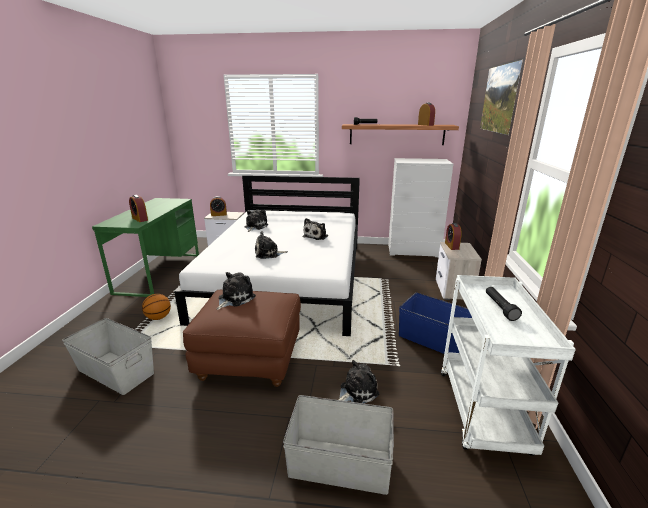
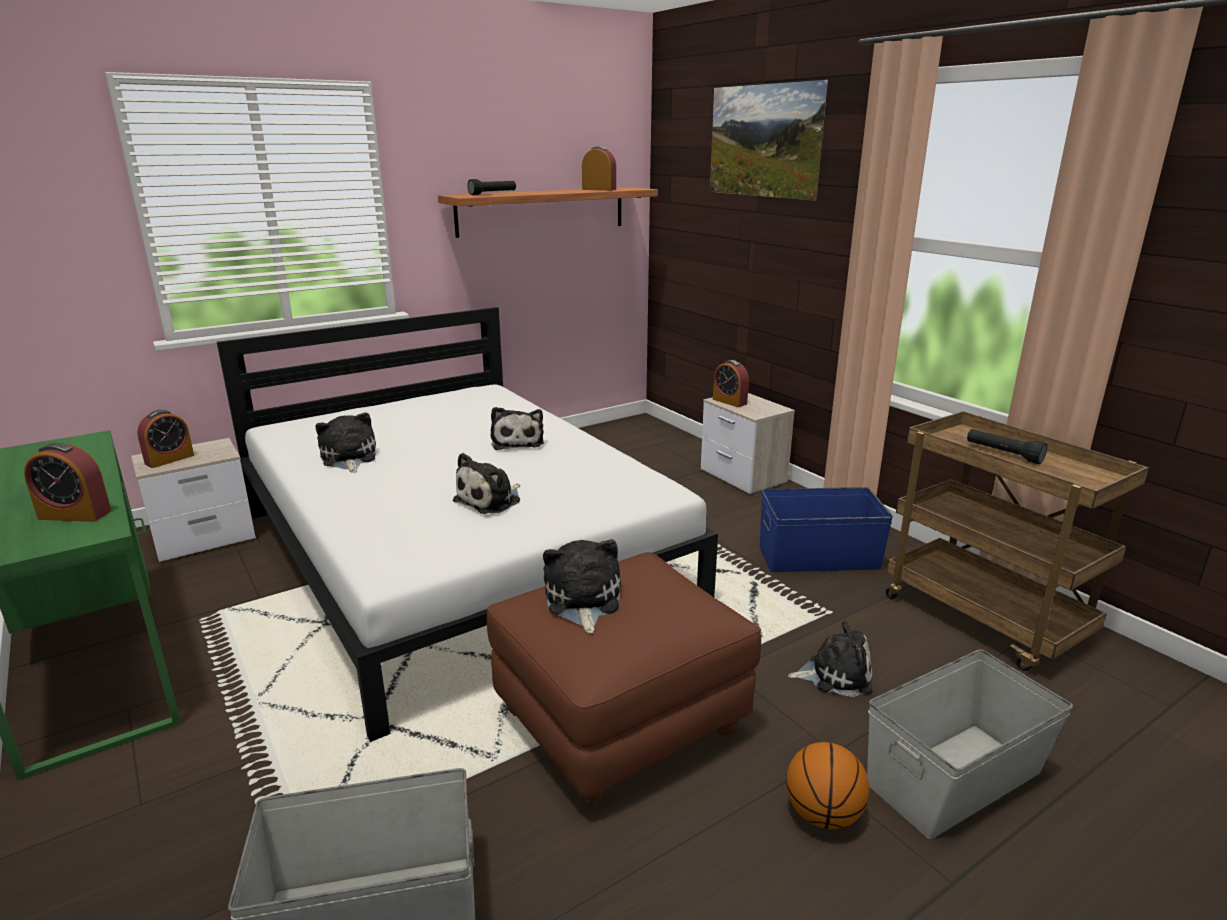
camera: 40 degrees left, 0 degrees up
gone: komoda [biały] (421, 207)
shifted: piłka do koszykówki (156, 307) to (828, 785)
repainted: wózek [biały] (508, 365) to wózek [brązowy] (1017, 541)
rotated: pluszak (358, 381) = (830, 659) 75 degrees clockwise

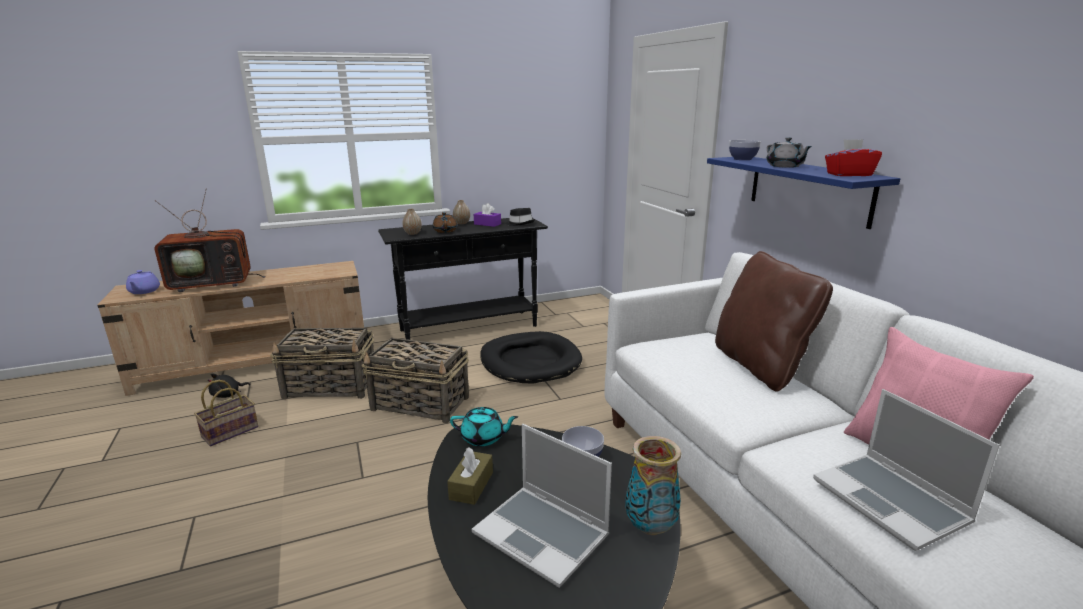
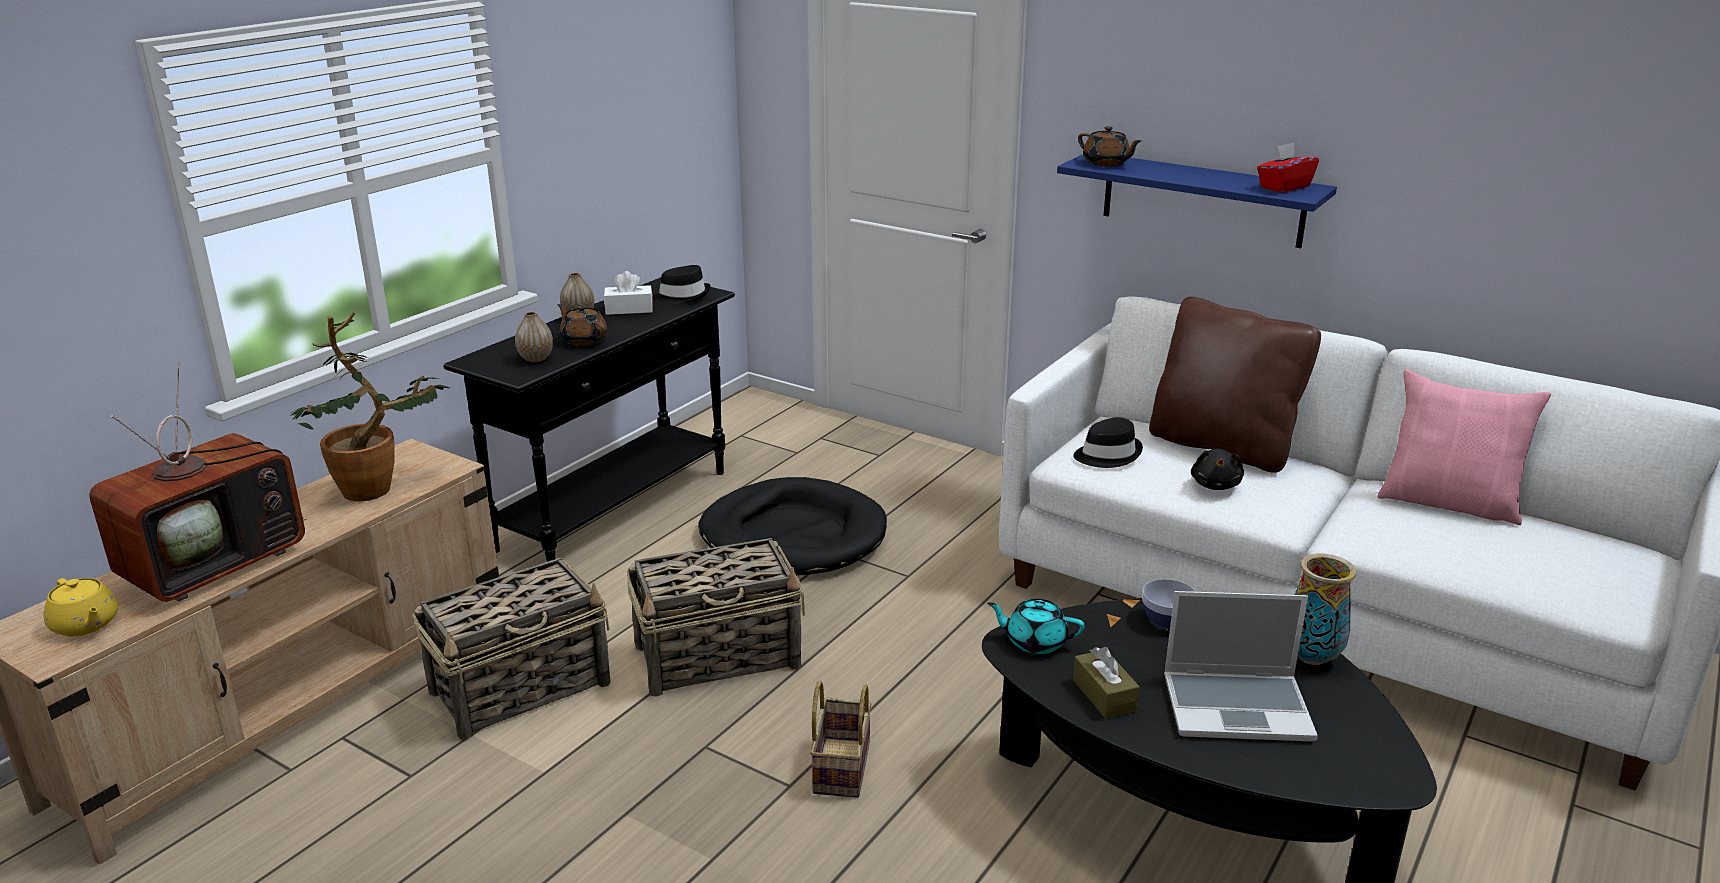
camera: 35 degrees left, 5 degrees up
gone: imbryk [szary] (789, 152); laptop (906, 470)
new: roślina doniczkowa (370, 406); kapelusz [czarny] (1108, 442)
shifted: koszyk (226, 413) to (841, 739); pluszak [czarny] (229, 385) to (1217, 469)
swapped: miska (745, 150) to imbryk [brązowy] (1109, 146)
repainted: imbryk [fioletowy] (143, 282) to imbryk [żółty] (81, 607); pudełko chusteczek [fioletowy] (487, 215) to pudełko chusteczek [biały] (628, 293)
rotated: imbryk [turkusowy] (484, 426) = (1036, 626) 135 degrees counterclockwise

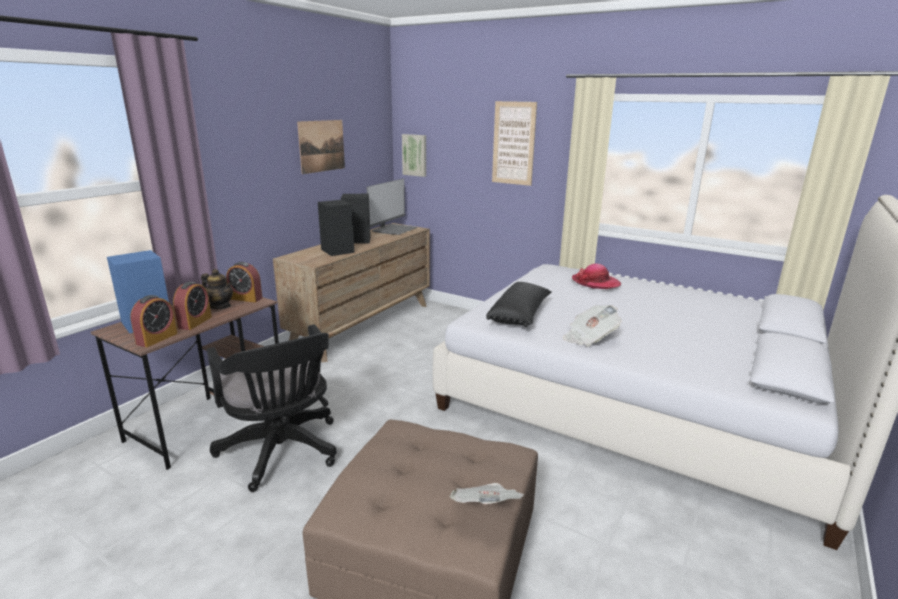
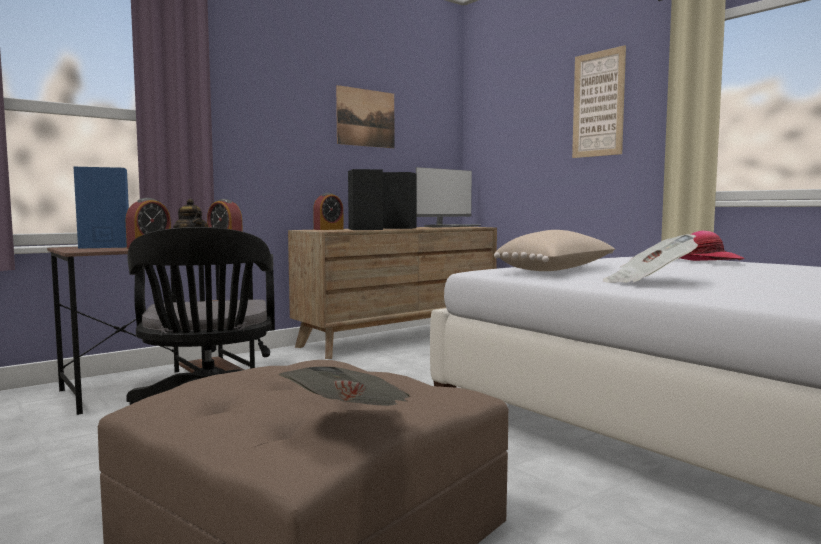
camera: 20 degrees right, 15 degrees down
gone: obraz (414, 155)
shifted: budzik (154, 321) to (328, 211)
repainted: poduszka [czarny] (518, 304) to poduszka [beżowy] (554, 250)

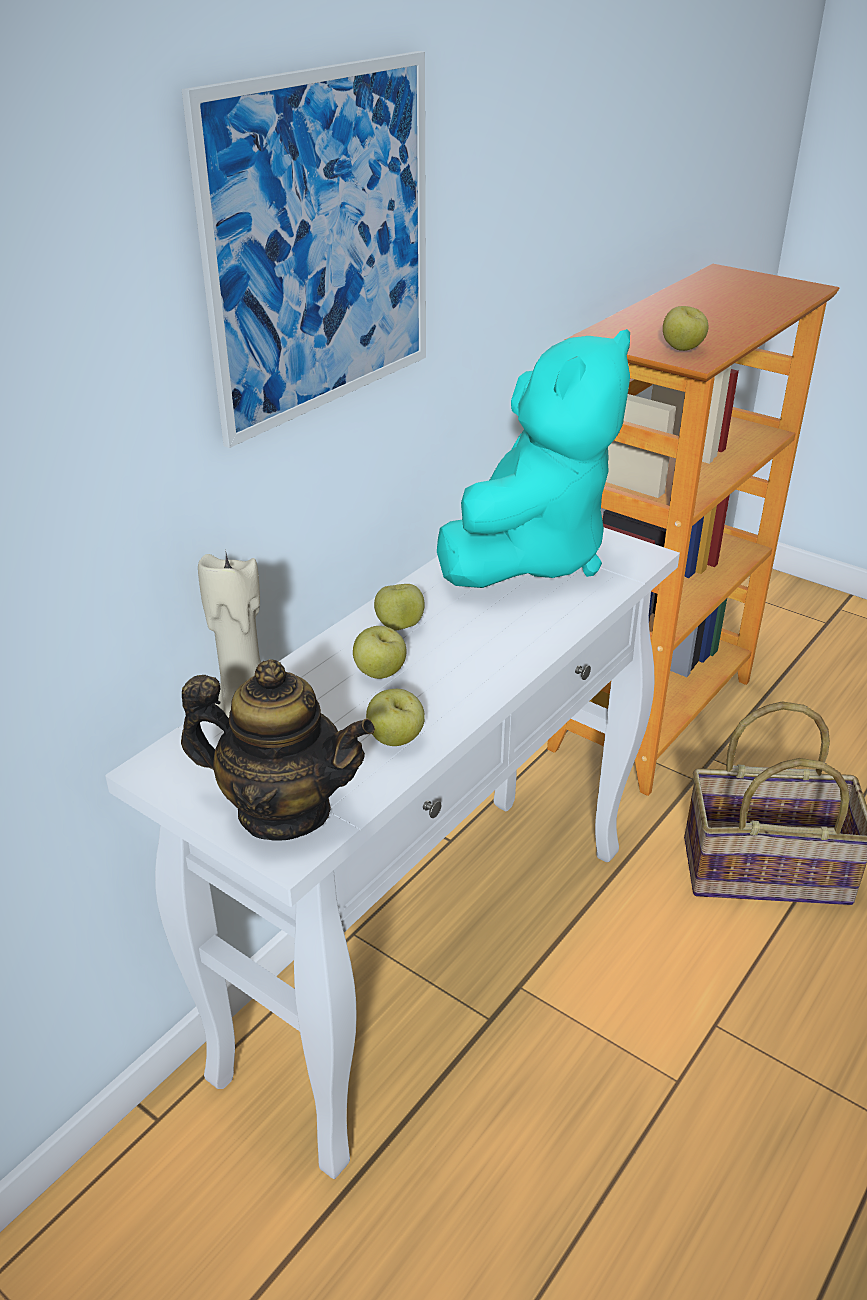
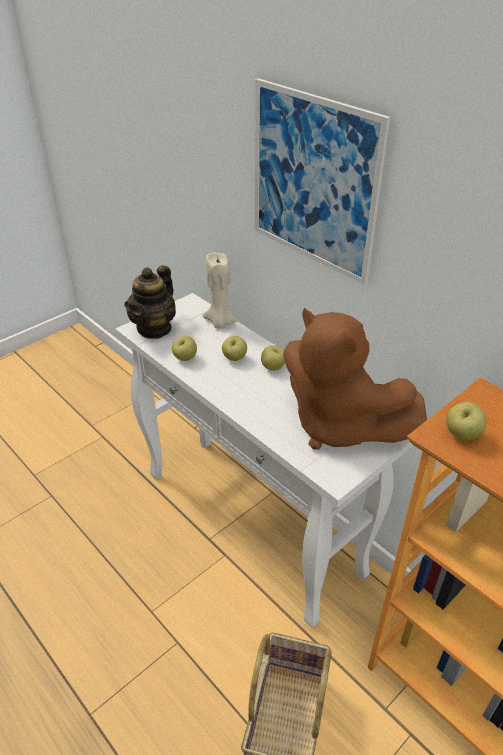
camera: 100 degrees right, 5 degrees up
repainted: pluszak [turkusowy] (533, 458) to pluszak [brązowy] (355, 379)

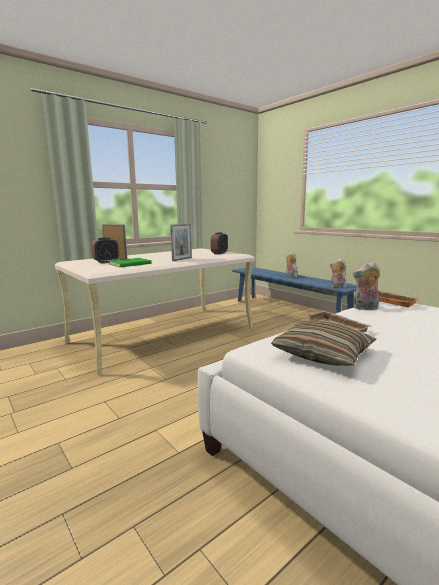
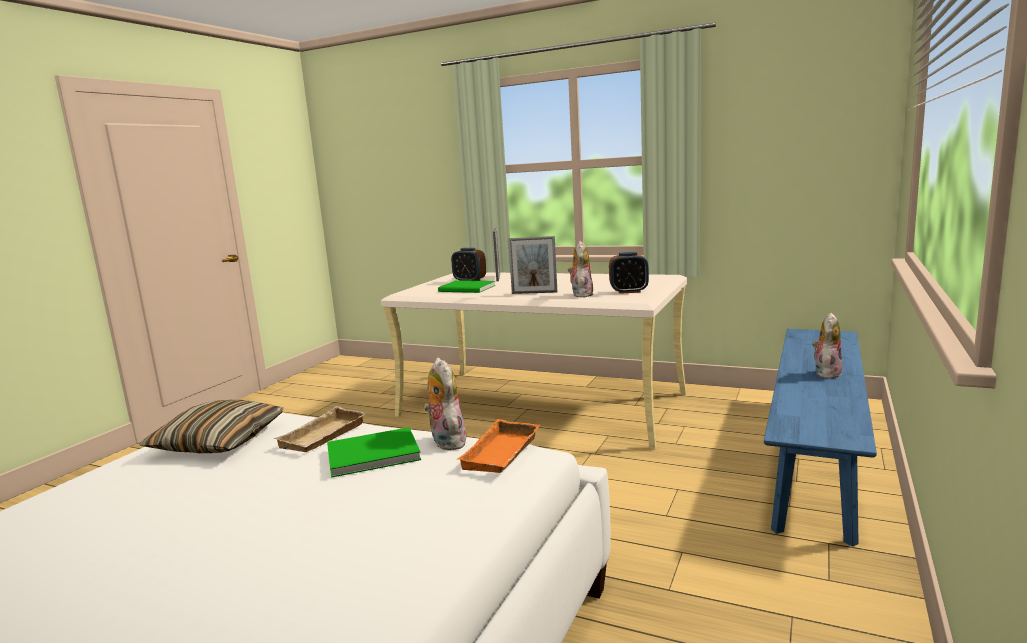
camera: 65 degrees right, 0 degrees up
new: książka [zielony] (374, 452)
shifted: pluszak (338, 273) to (581, 269)

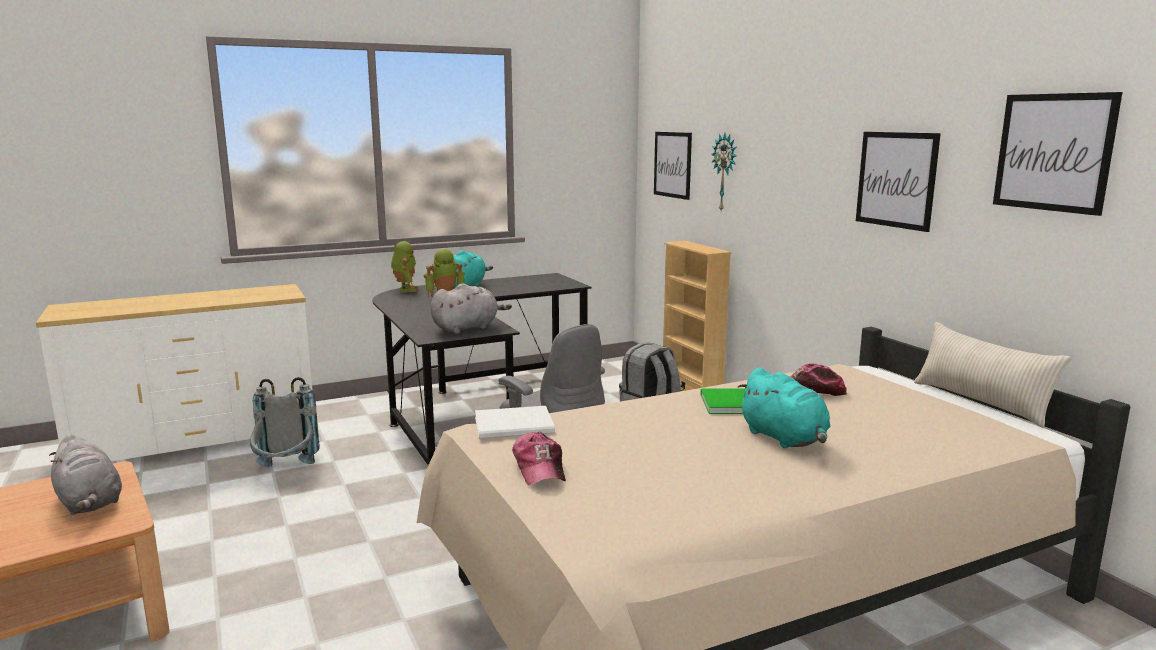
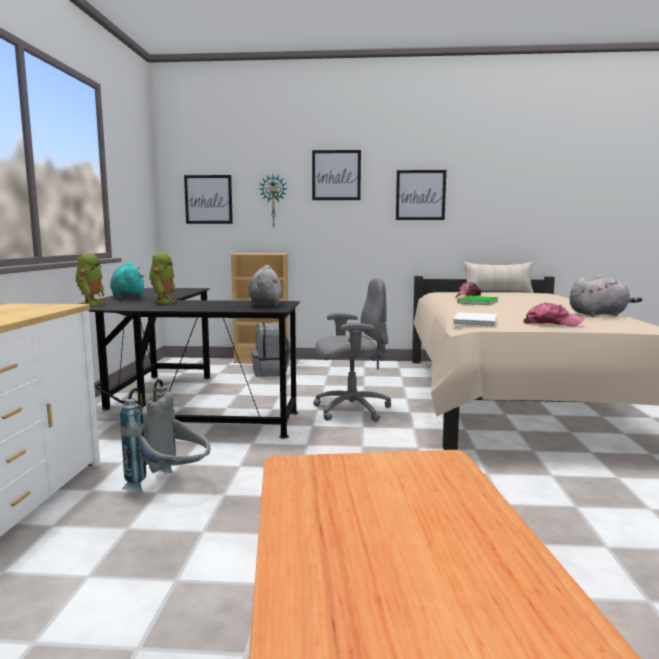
camera: 60 degrees left, 5 degrees down
gone: pluszak [turkusowy] (784, 407)
shifted: pluszak [szary] (85, 474) to (606, 296); obraz (1058, 154) to (336, 175)
rotated: robot zabawkowy (405, 267) = (91, 279) 75 degrees clockwise

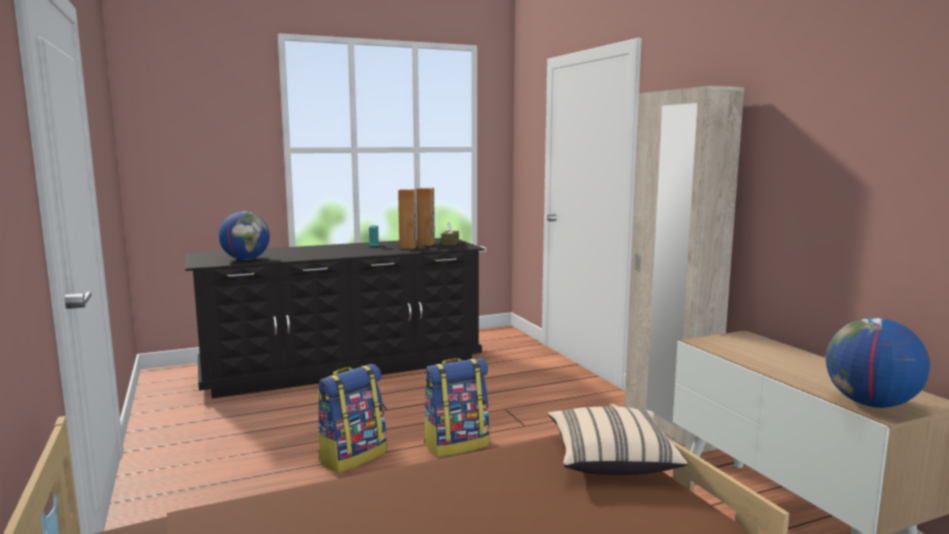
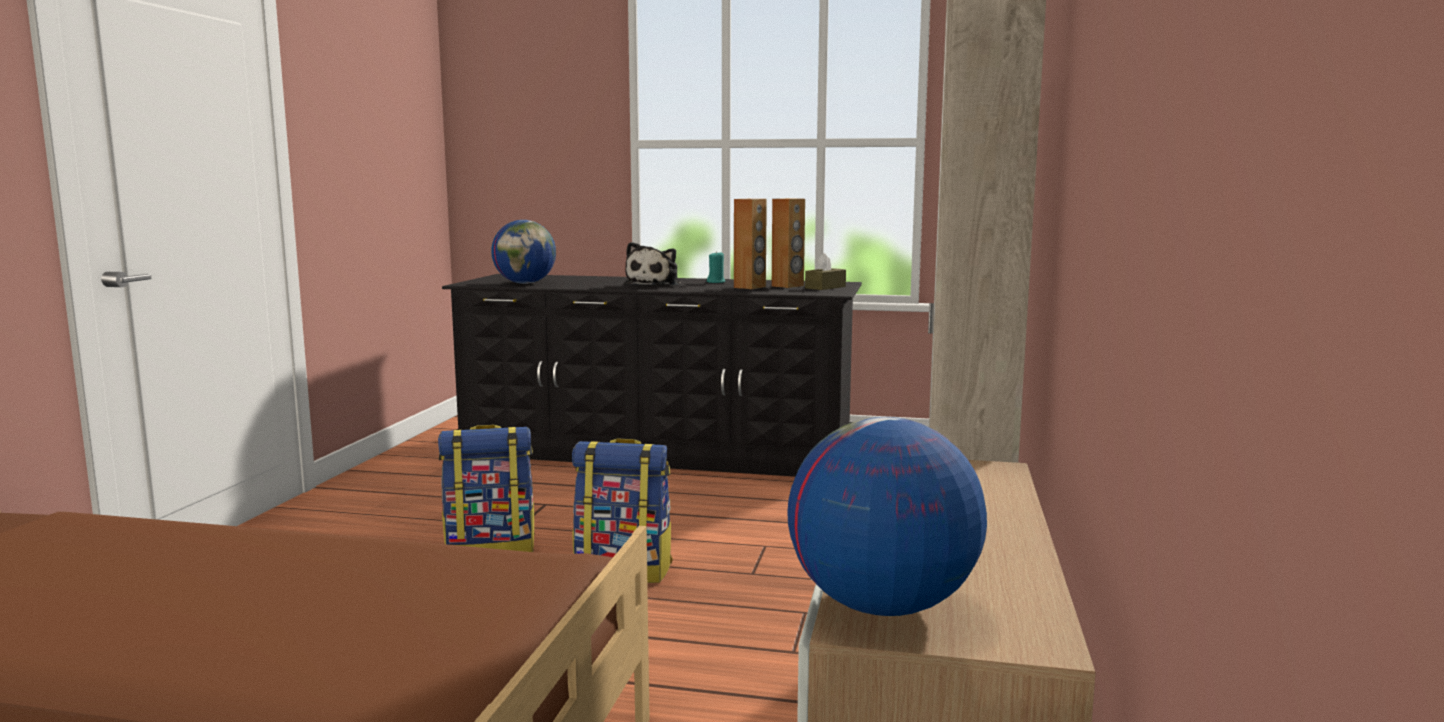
camera: 35 degrees right, 0 degrees up
gone: poduszka [beżowy] (618, 440)
new: pluszak (652, 264)

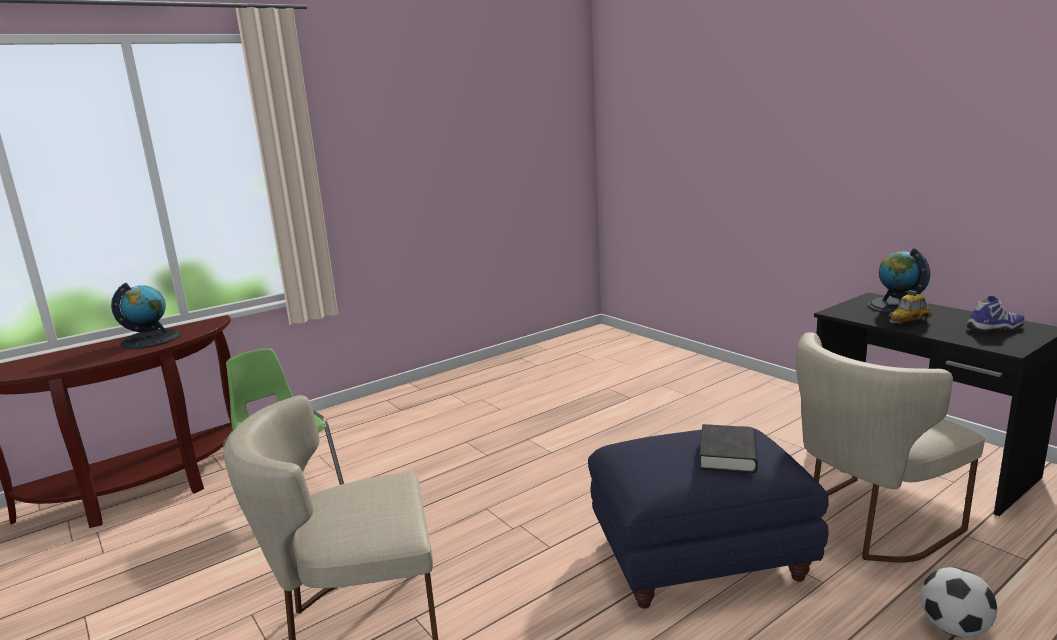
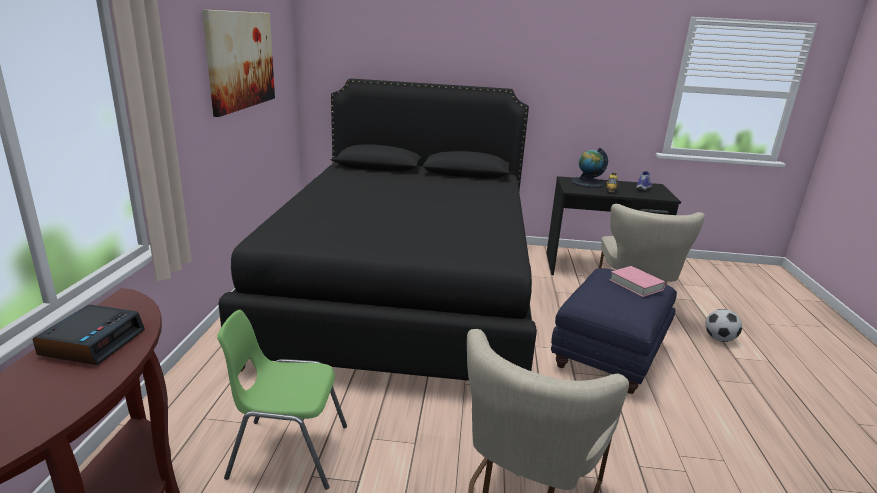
camera: 50 degrees left, 5 degrees up
new: obraz (238, 63); łóżko [czarny] (378, 229)
swapped: globus (146, 316) to budzik (88, 334)
repainted: książka [czarny] (729, 448) to książka [różowy] (638, 281)

